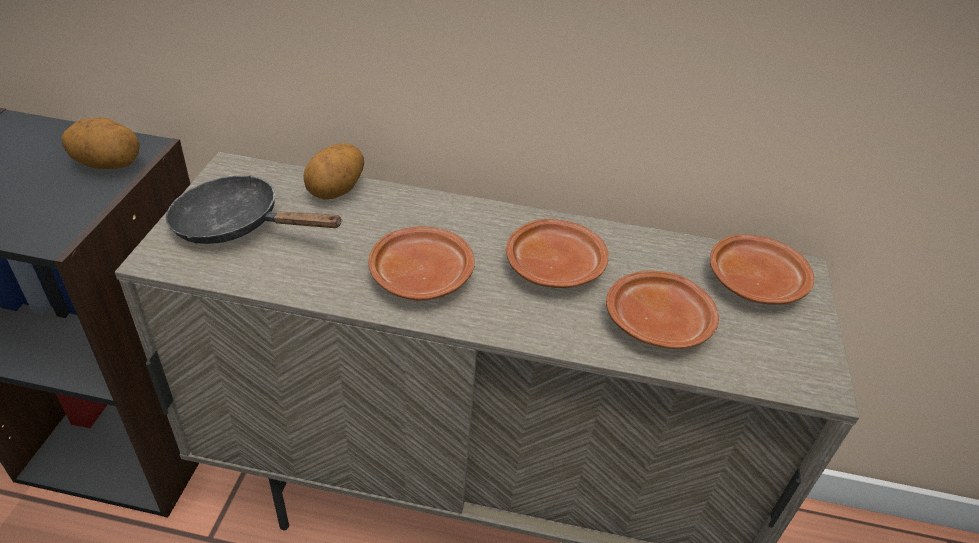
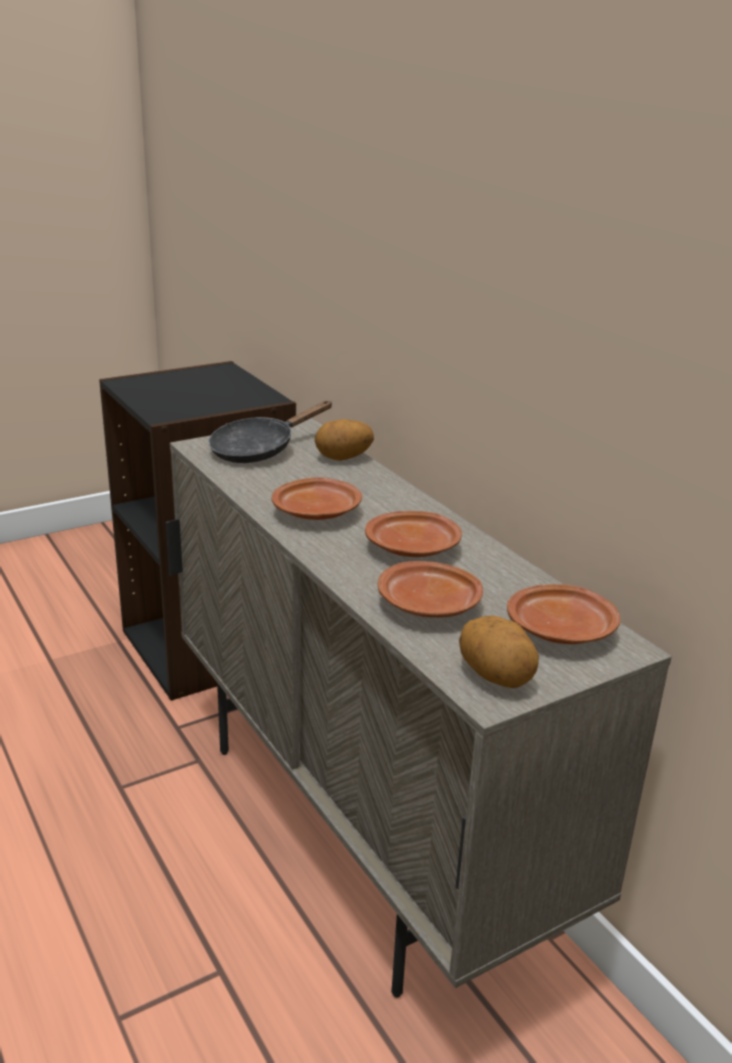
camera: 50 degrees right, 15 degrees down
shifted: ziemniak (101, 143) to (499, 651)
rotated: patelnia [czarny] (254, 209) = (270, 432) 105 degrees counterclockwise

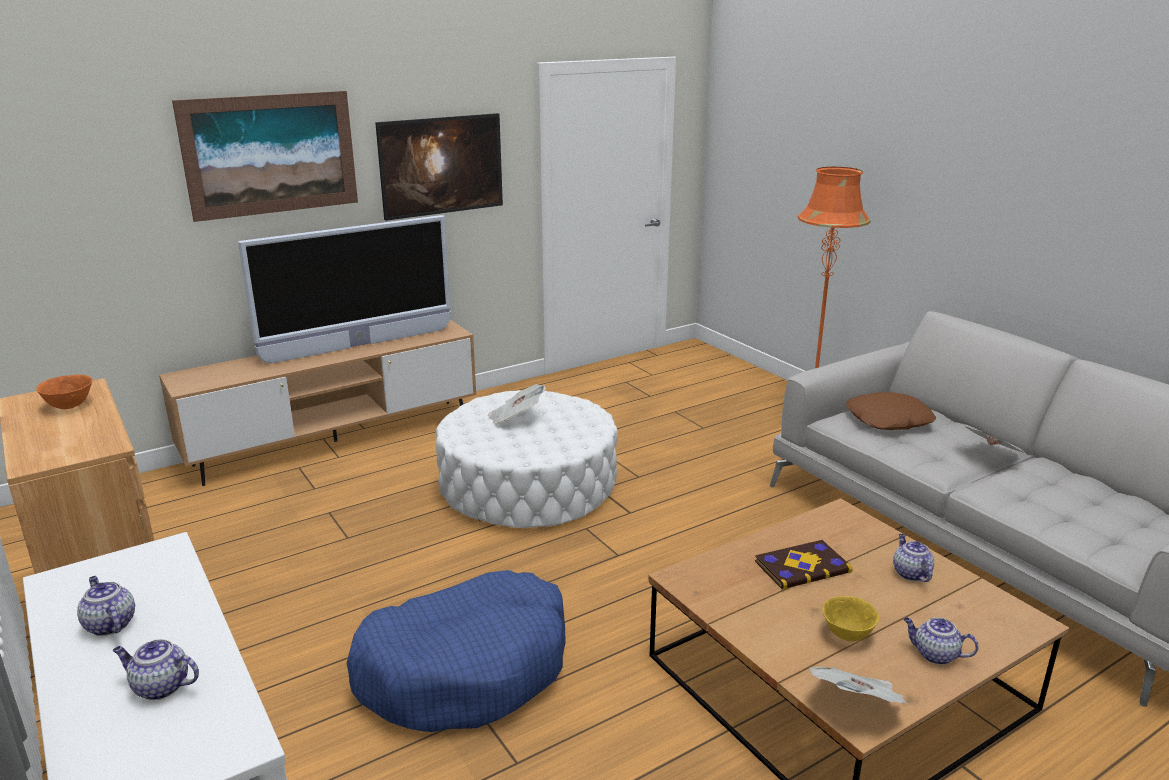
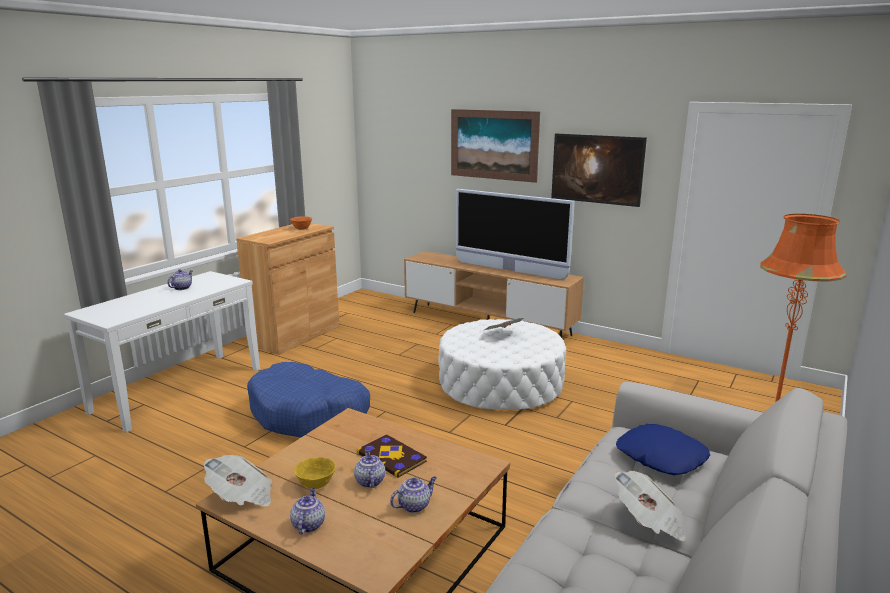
camera: 65 degrees right, 5 degrees down
shifted: imbryk (156, 669) to (369, 468)
repainted: poduszka [brązowy] (891, 411) to poduszka [niebieski] (663, 449)

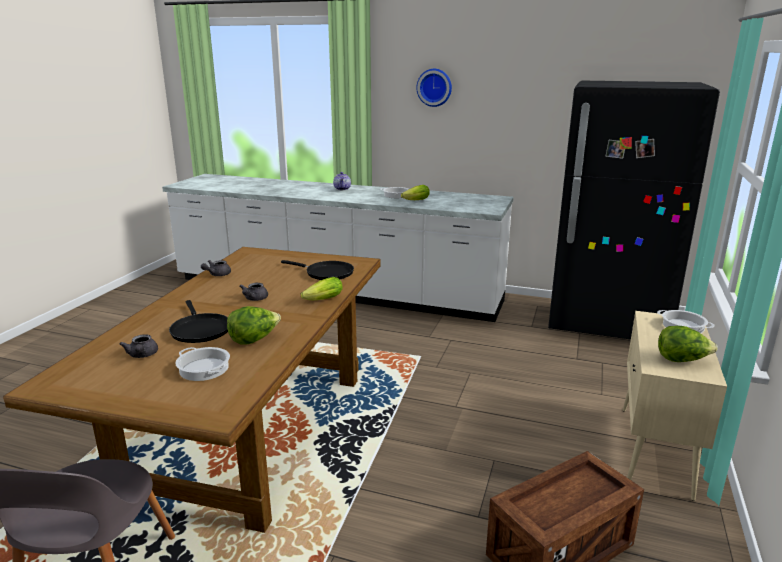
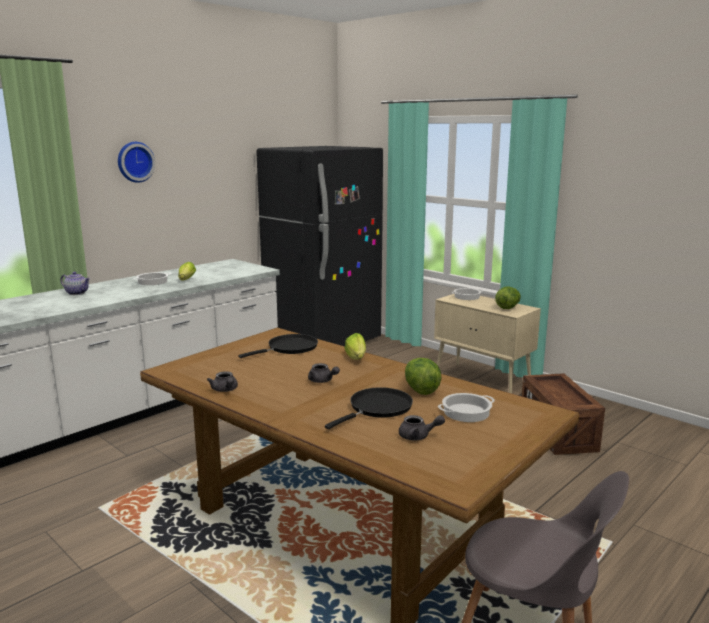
camera: 65 degrees left, 5 degrees down
rotated: patelnia [czarny] (198, 321) = (369, 408) 45 degrees counterclockwise

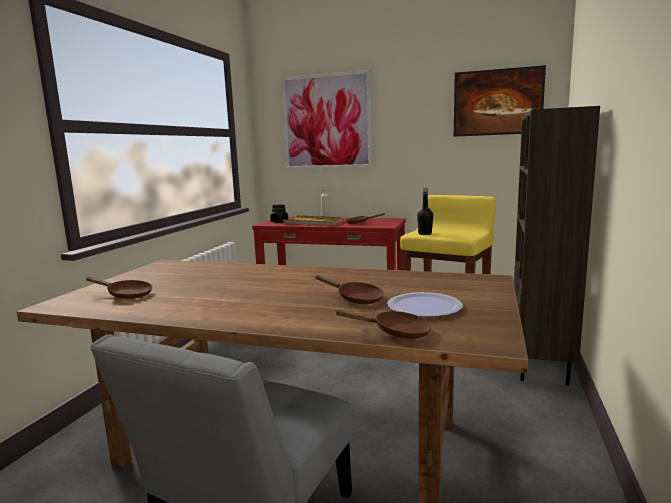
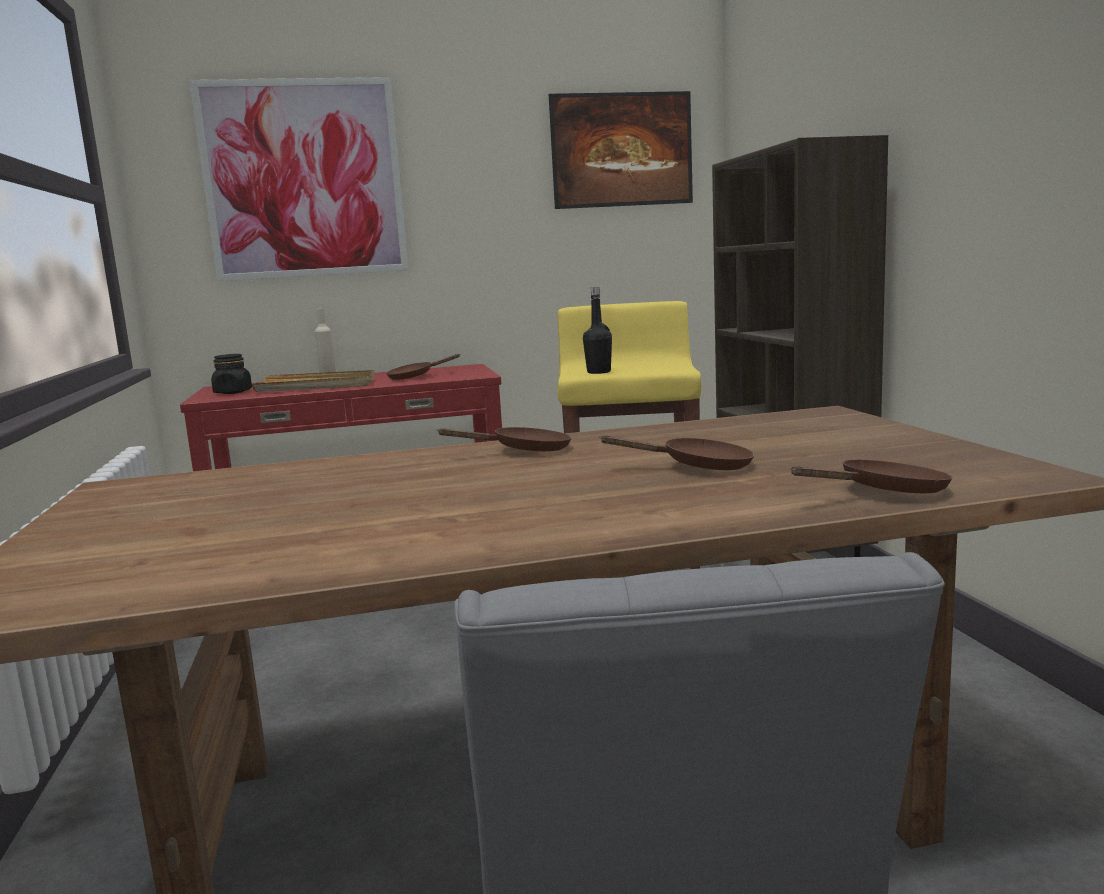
camera: 30 degrees left, 0 degrees up
gone: talerz (425, 304)
shifted: patelnia [brązowy] (119, 288) to (503, 439)

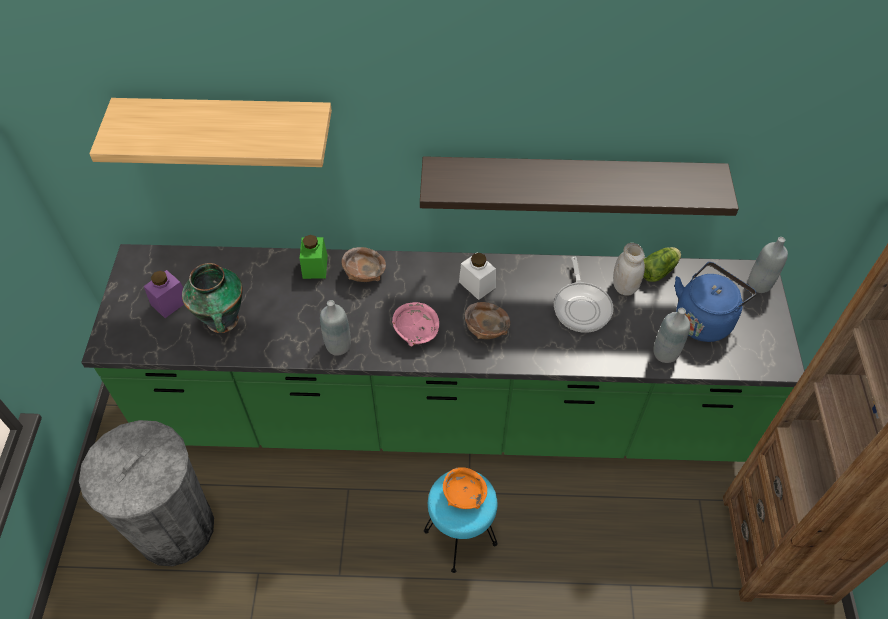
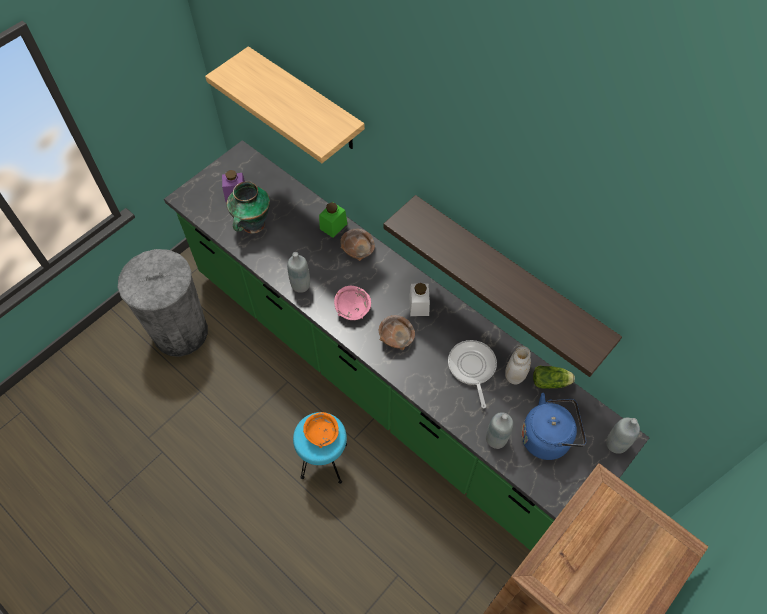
camera: 40 degrees right, 5 degrees up
rotated: patelnia (583, 294) = (472, 374) 135 degrees clockwise

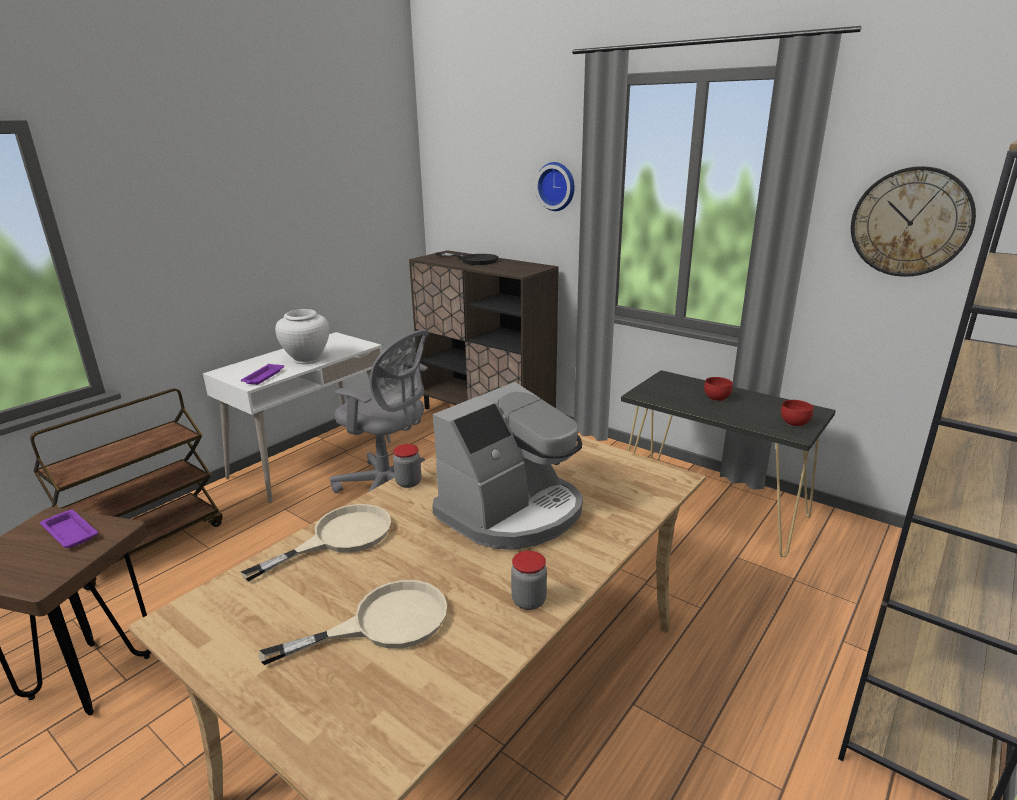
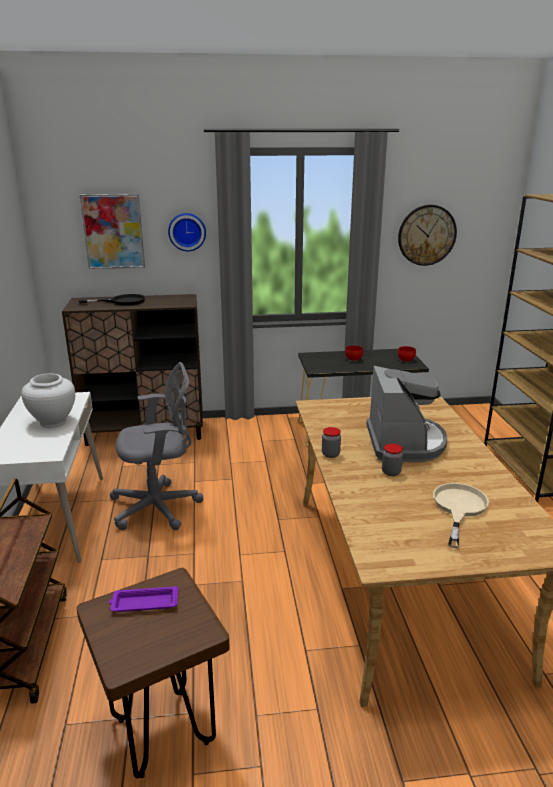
camera: 45 degrees left, 0 degrees up
gone: patelnia [beżowy] (315, 543); taca [fioletowy] (262, 374)
new: obraz (112, 231)
shifted: słoik (529, 580) to (392, 460)

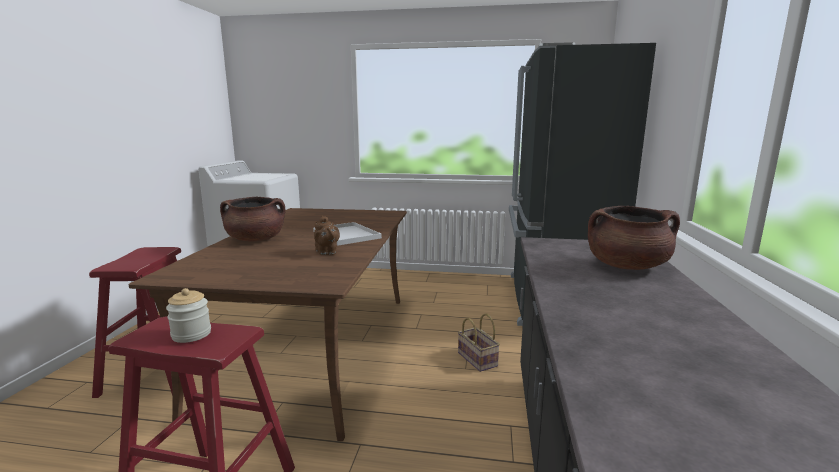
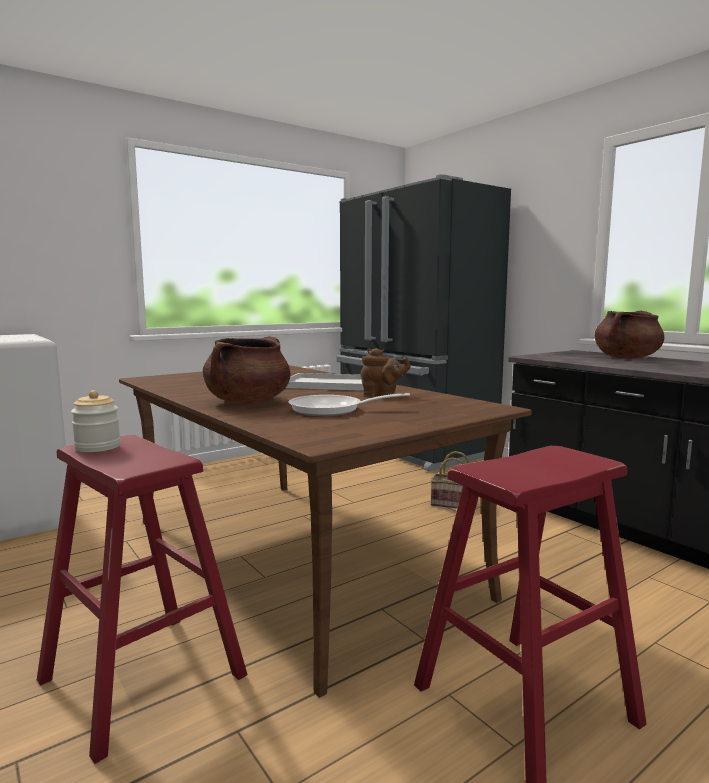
camera: 45 degrees left, 5 degrees down
new: patelnia (349, 404)
shifted: słoik (188, 315) to (96, 421)

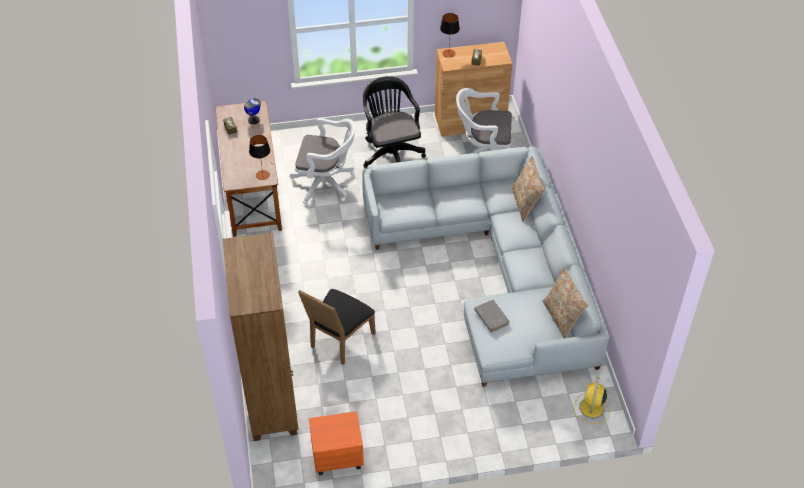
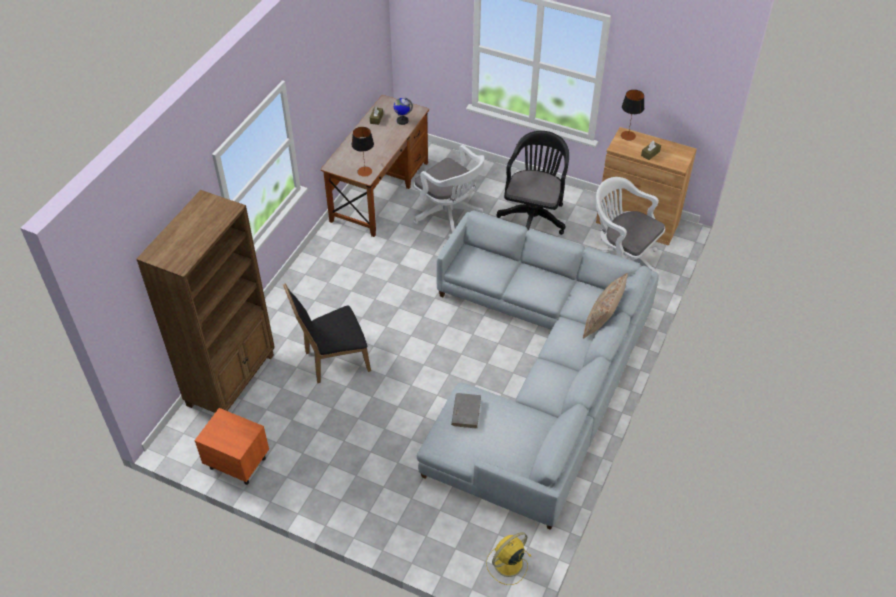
camera: 35 degrees right, 0 degrees up
gone: poduszka [beżowy] (565, 302)

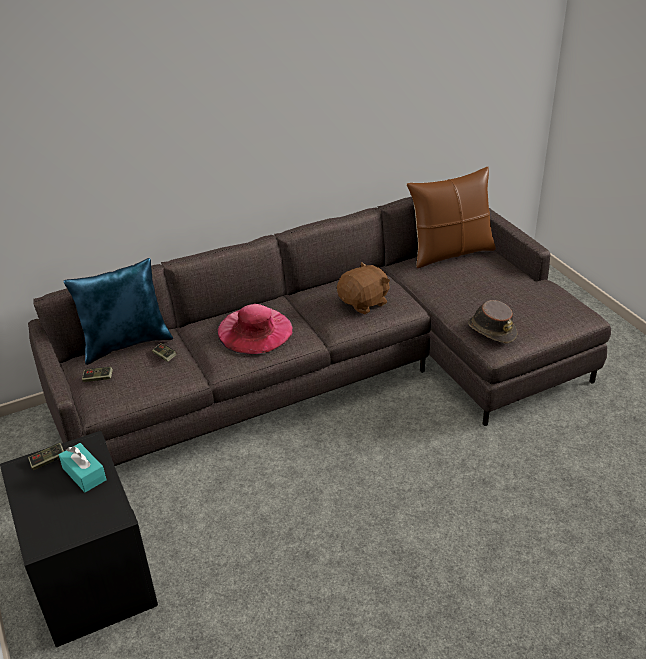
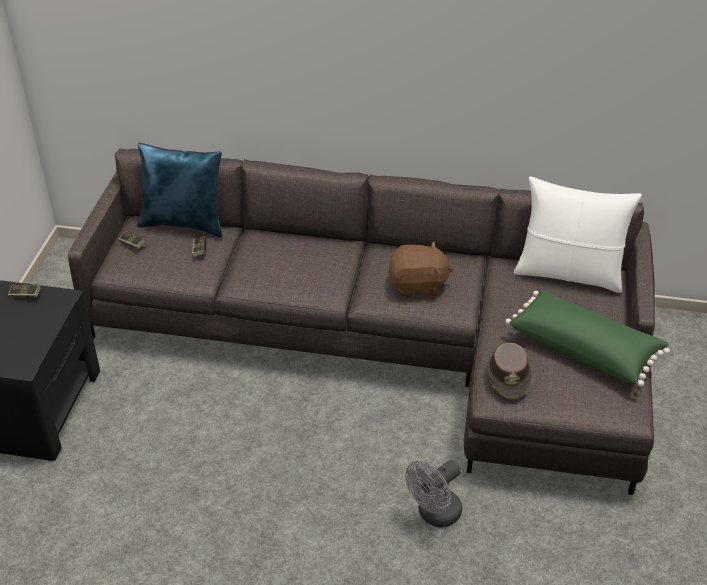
camera: 35 degrees right, 5 degrees up
gone: pudełko chusteczek [turkusowy] (83, 467); kapelusz [różowy] (255, 329)
new: wentylator [szary] (433, 494); poduszka [zielony] (587, 337)
repainted: poduszka [brązowy] (451, 217) to poduszka [biały] (578, 234)

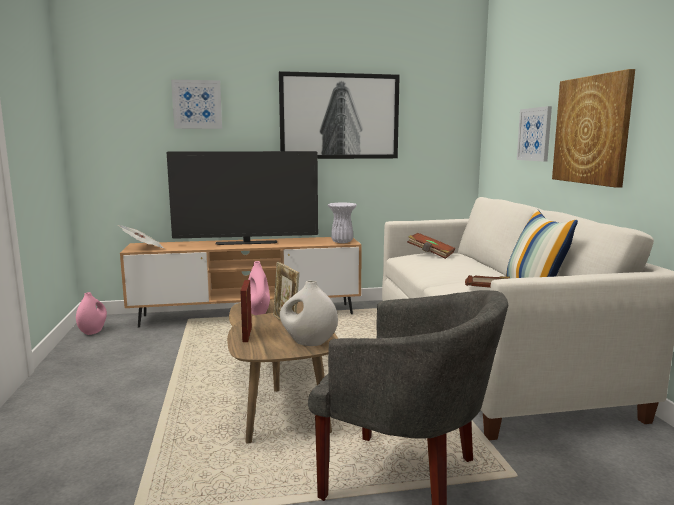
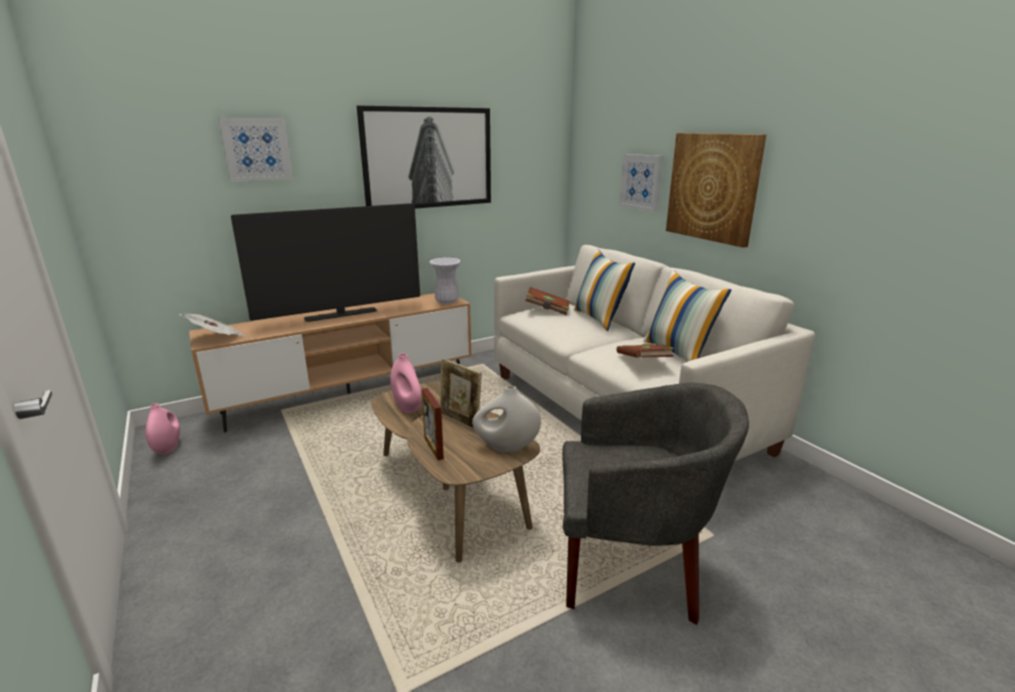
camera: 20 degrees left, 10 degrees up
new: poduszka (604, 290)

